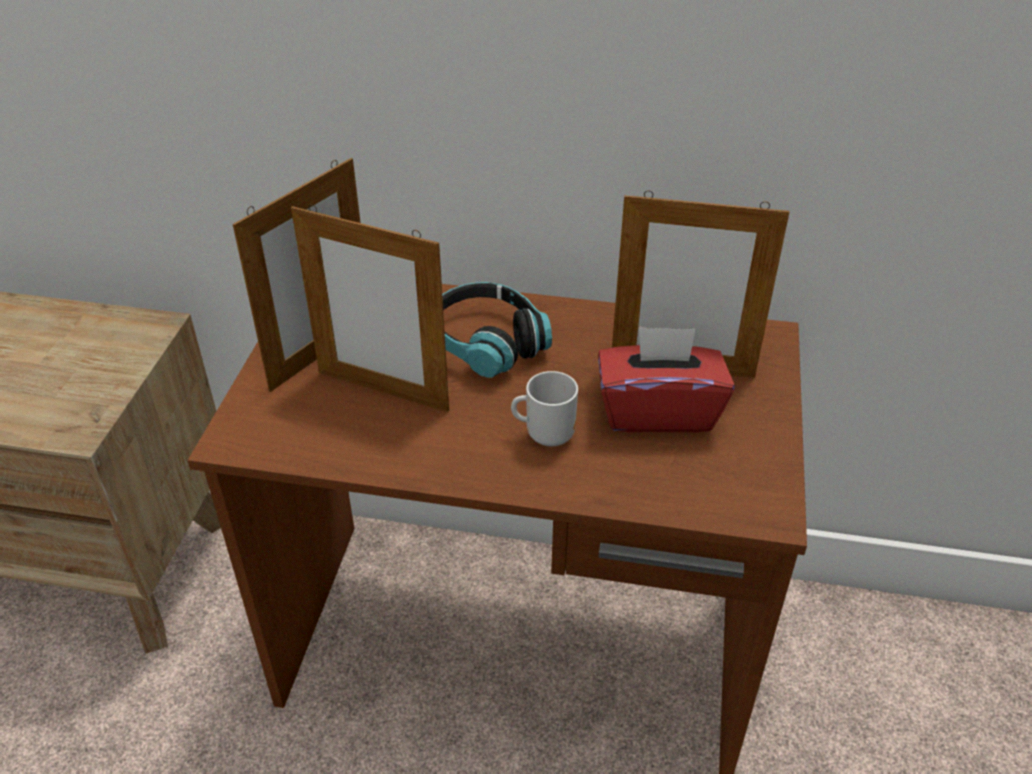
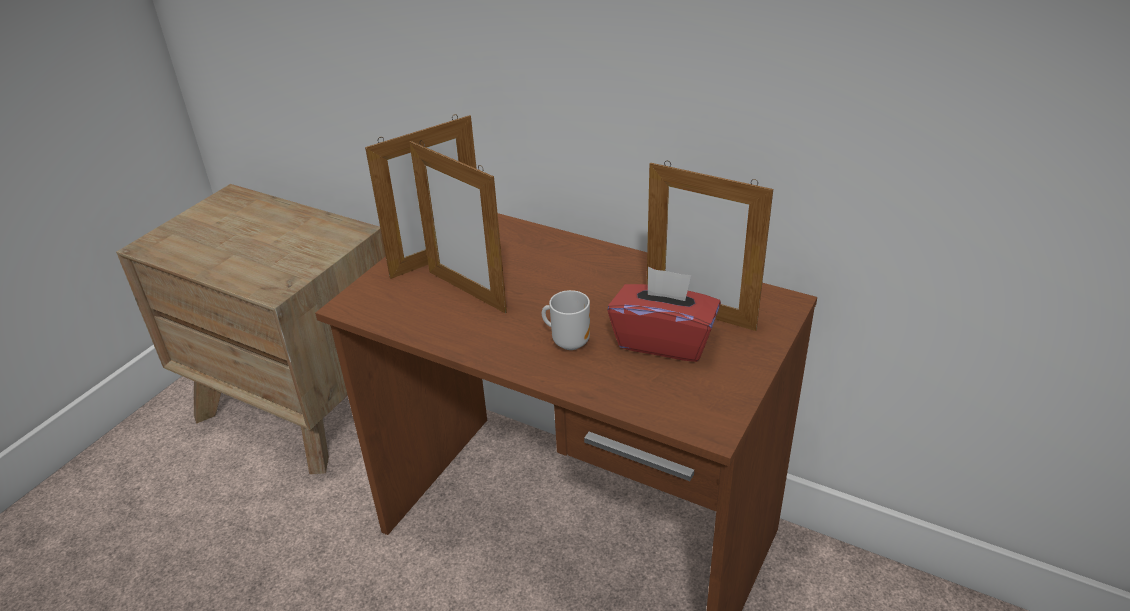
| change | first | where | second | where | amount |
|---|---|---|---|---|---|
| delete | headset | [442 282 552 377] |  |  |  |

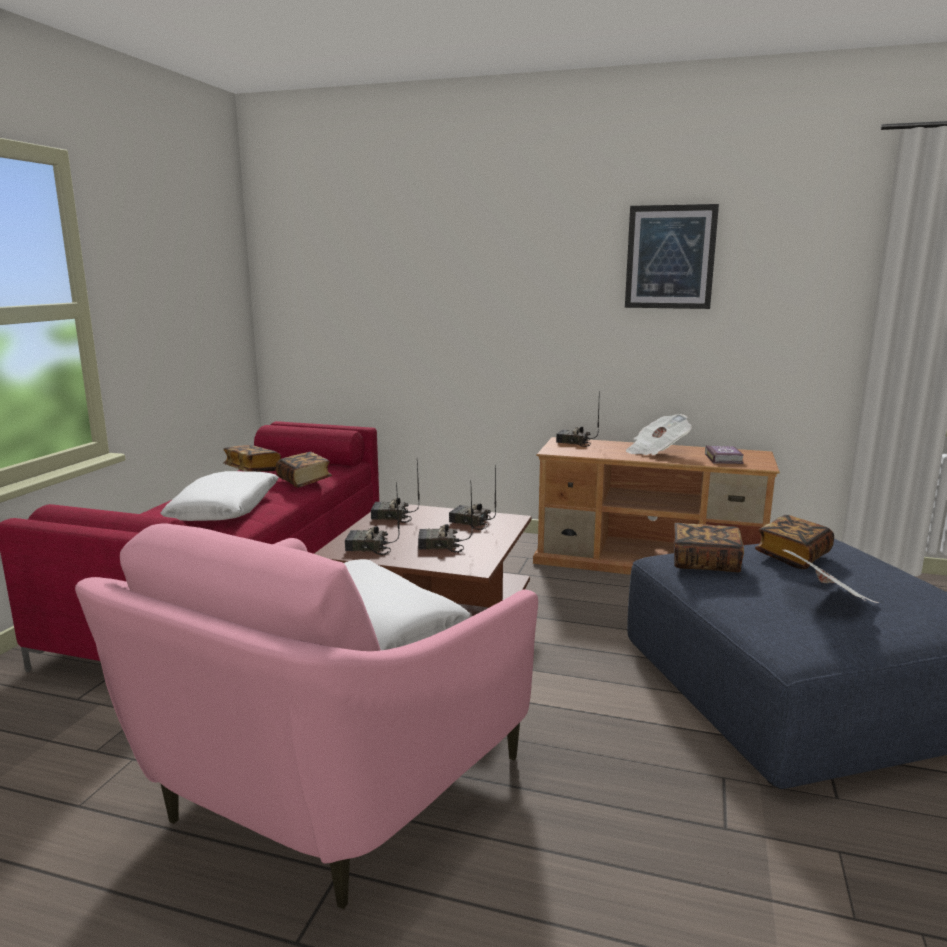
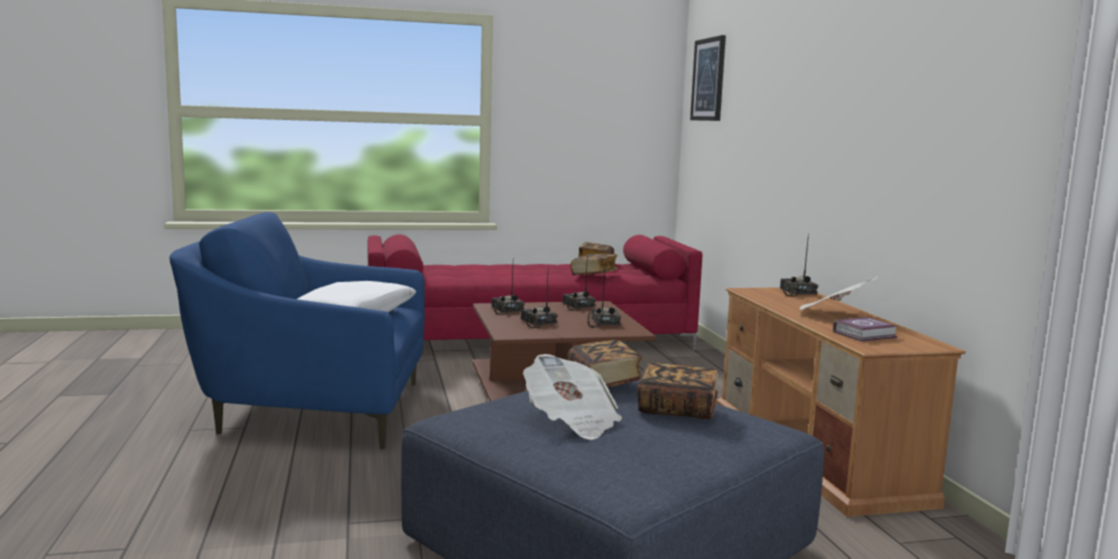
| change | first | where | second | where | amount |
|---|---|---|---|---|---|
| recolor | pinkish lounge chair | [75 523 538 909] | bluish lounge chair | [169 212 425 449] |  |
| move | wall art | [625 204 719 309] |  | [690 35 726 121] |  |
| delete | white-coloured pillow | [160 471 279 521] |  |  |  |

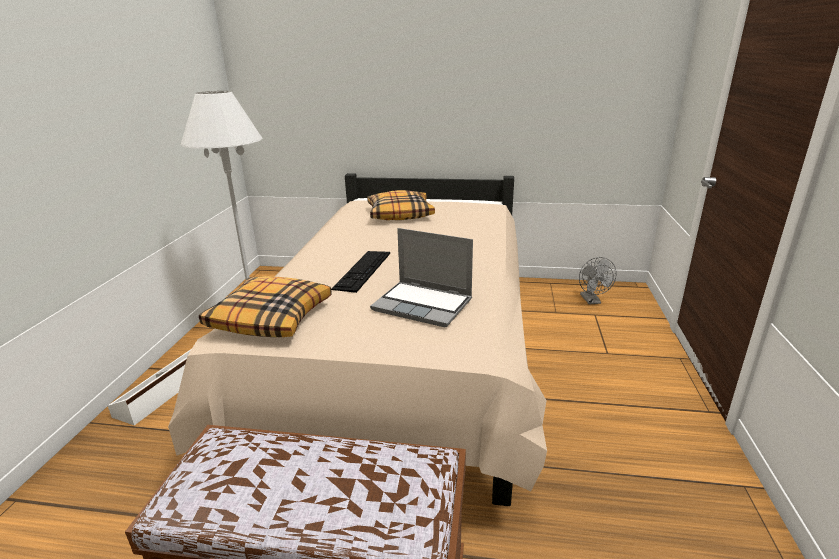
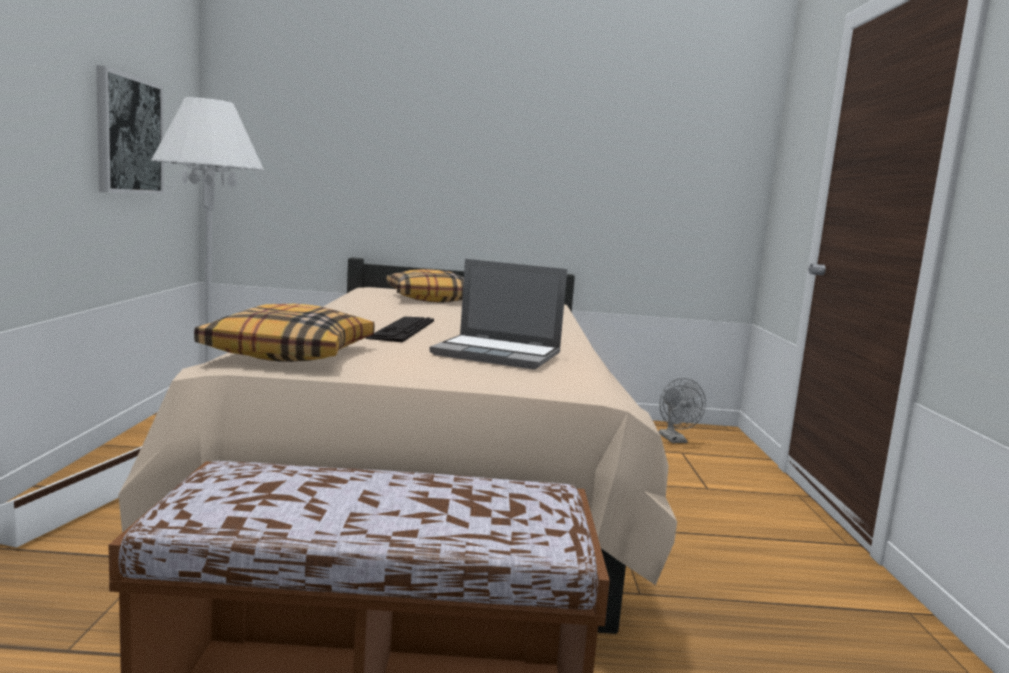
| change | first | where | second | where | amount |
|---|---|---|---|---|---|
| insert |  |  | wall art | [96 65 164 194] |  |

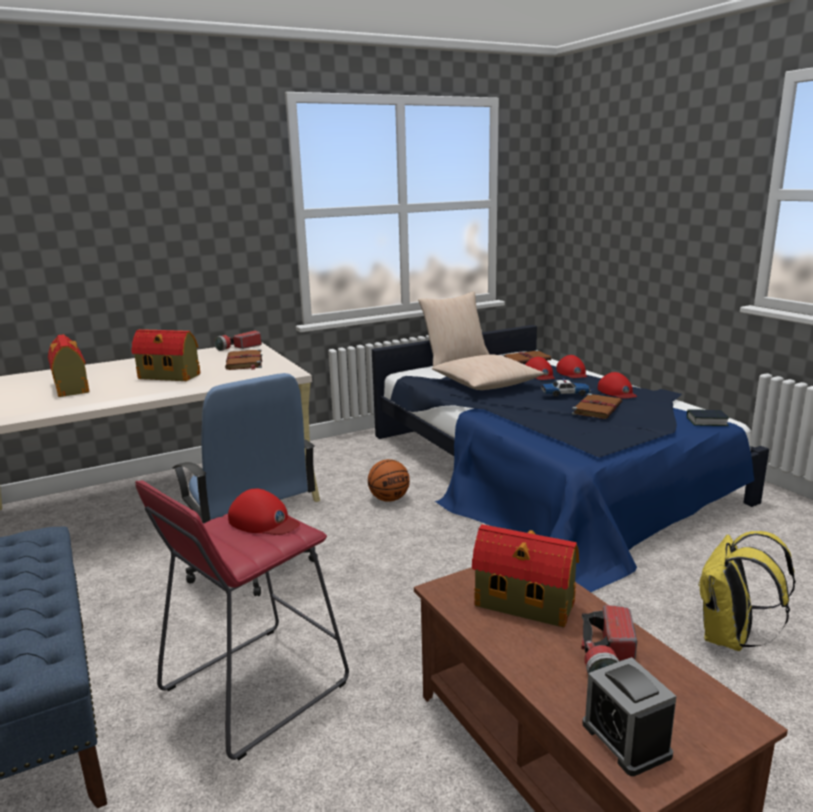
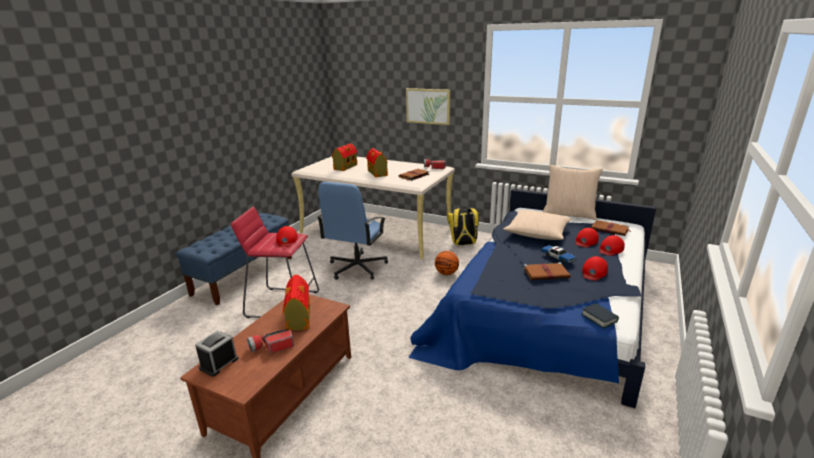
| change | first | where | second | where | amount |
|---|---|---|---|---|---|
| insert |  |  | wall art | [406 88 450 125] |  |
| move | yellowish rucksack | [698 531 796 651] |  | [447 208 479 245] |  |

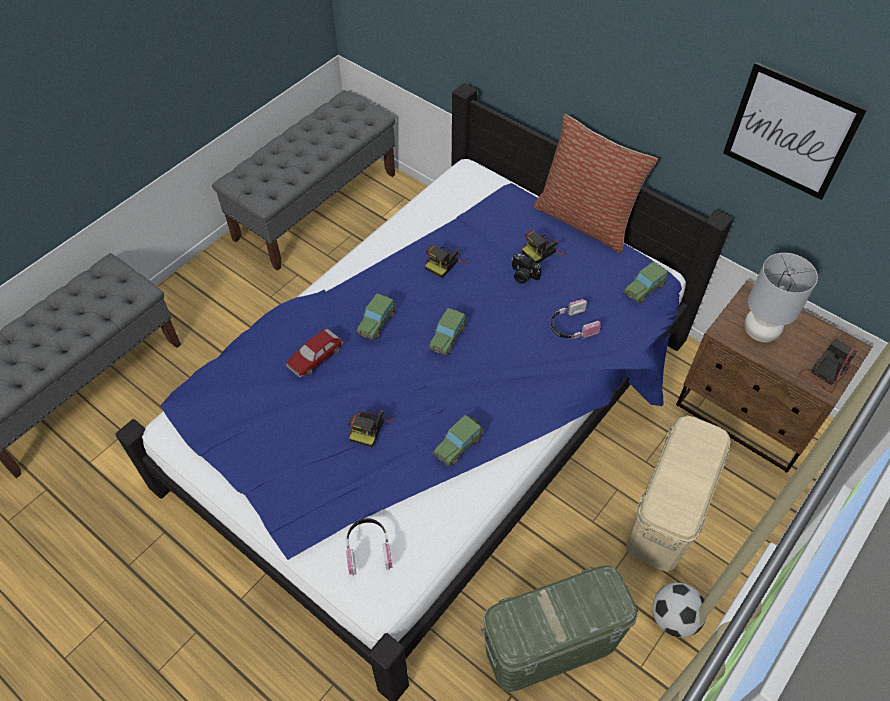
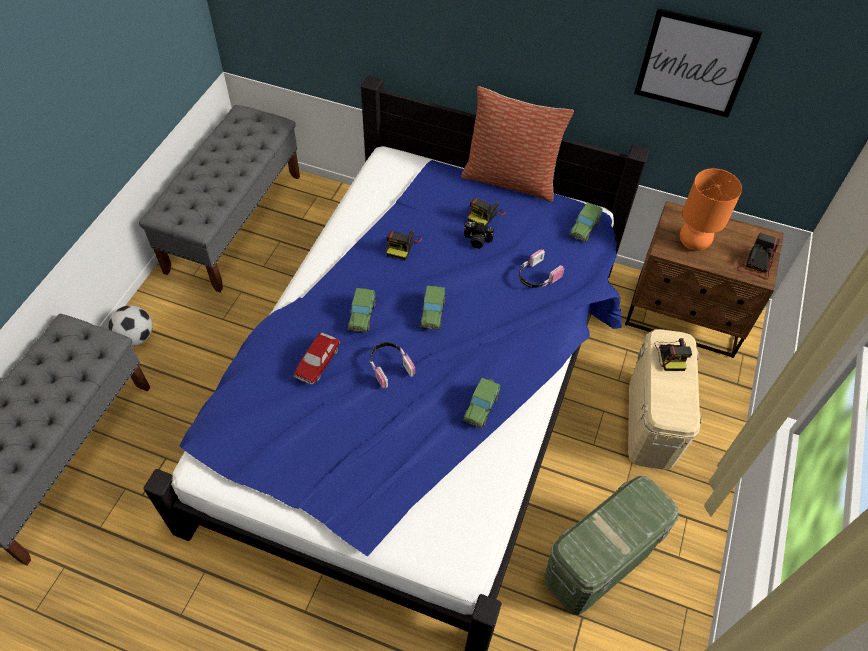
| change | first | where | second | where | amount |
|---|---|---|---|---|---|
| move | football | [652 583 706 638] |  | [108 305 152 346] |  |
| move | headset | [346 518 393 576] |  | [369 342 415 388] |  |
| move | still camera | [348 407 394 447] |  | [655 338 692 371] |  |
| recolor | gray lamp for a table | [744 253 818 342] | orange lamp for a table | [680 168 742 251] |  |

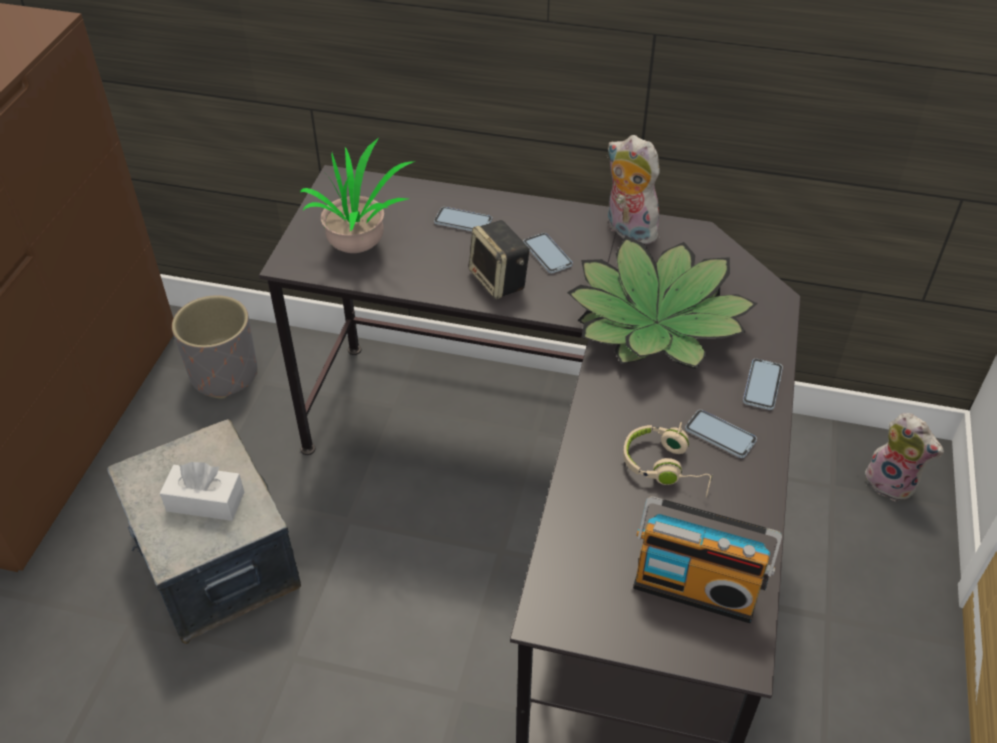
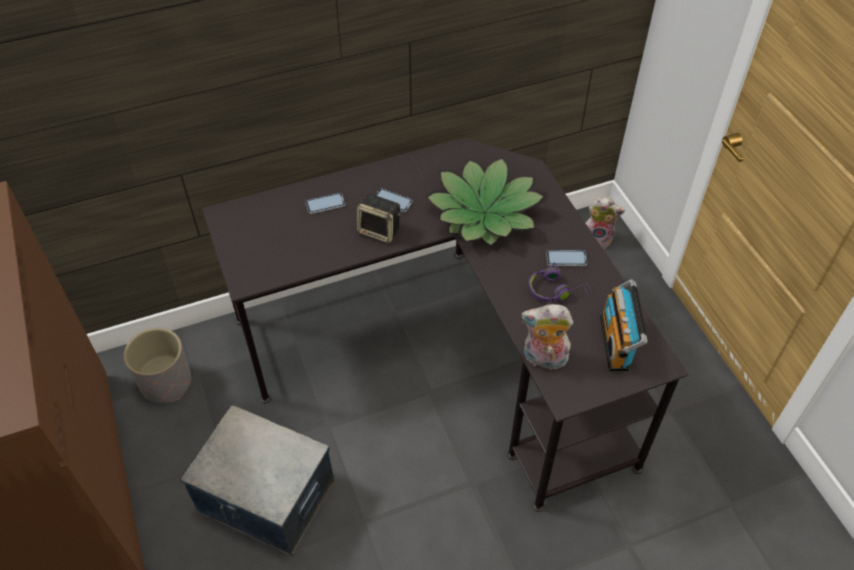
| change | first | where | second | where | amount |
|---|---|---|---|---|---|
| move | plush toy | [607 135 660 244] |  | [521 304 573 369] |  |
| recolor | sand-coloured headset | [623 422 712 498] | purple-coloured headset | [528 262 591 302] |  |
| rotate | radio receiver | [633 496 782 623] |  | [600 279 647 371] | 105 degrees clockwise |
| delete | white-coloured tissue box | [160 462 244 521] |  |  |  |
| delete | plant in a pot | [300 138 415 253] |  |  |  |
| delete | telephone | [743 359 783 410] |  |  |  |

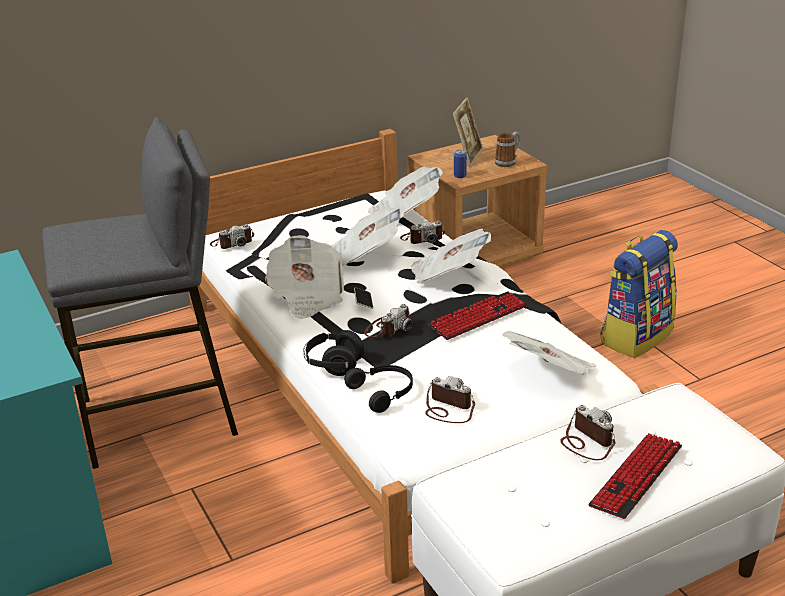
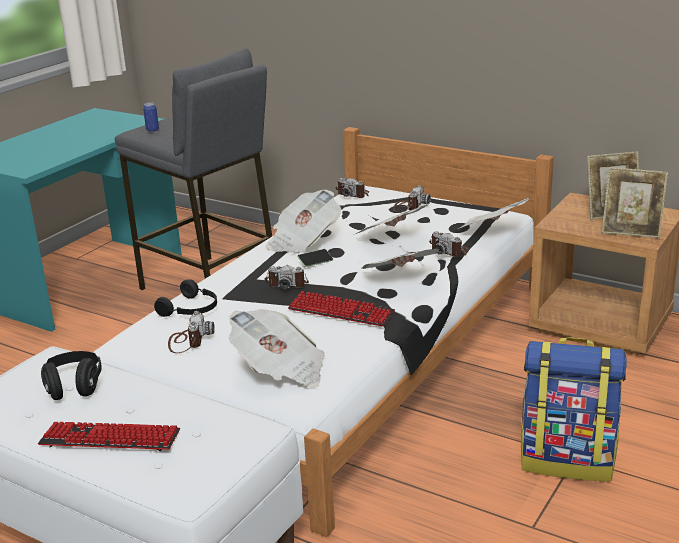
| change | first | where | second | where | amount |
|---|---|---|---|---|---|
| move | blackish headset | [303 330 365 376] |  | [41 351 102 400] |  |
| move | sealed can | [454 149 467 178] |  | [143 103 159 132] |  |
| move | still camera | [560 405 615 460] |  | [393 185 431 212] |  |
| replace | coffee mug | [495 132 521 167] | standing frame | [602 167 668 238] |  |

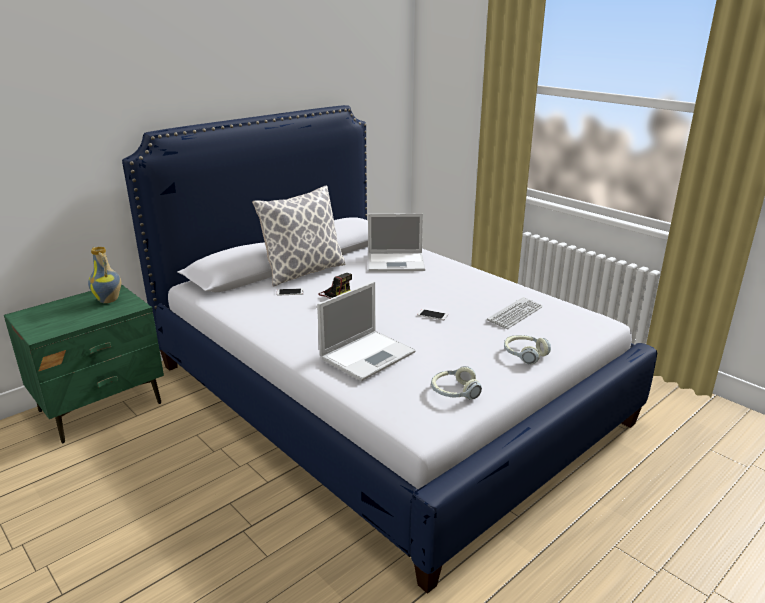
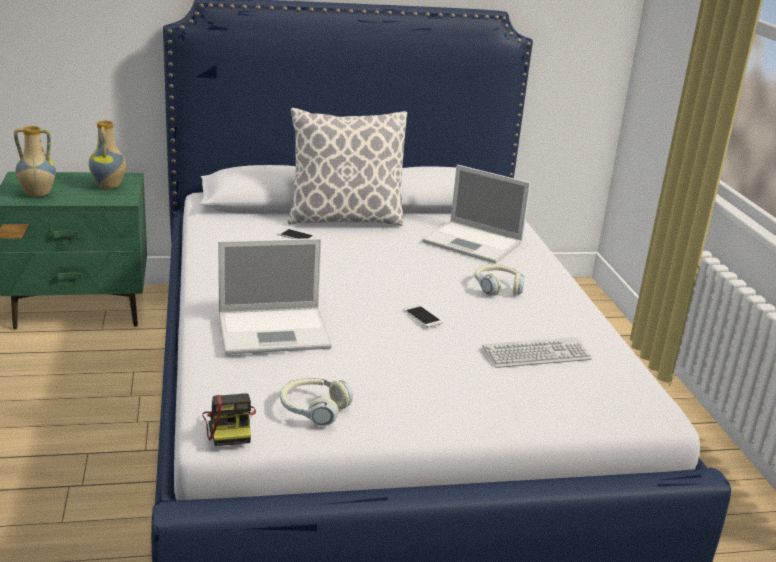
| change | first | where | second | where | amount |
|---|---|---|---|---|---|
| insert |  |  | decorative vase | [14 126 56 197] |  |
| move | still camera | [318 273 352 299] |  | [203 393 256 446] |  |
| move | headset | [504 335 551 364] |  | [475 264 525 296] |  |

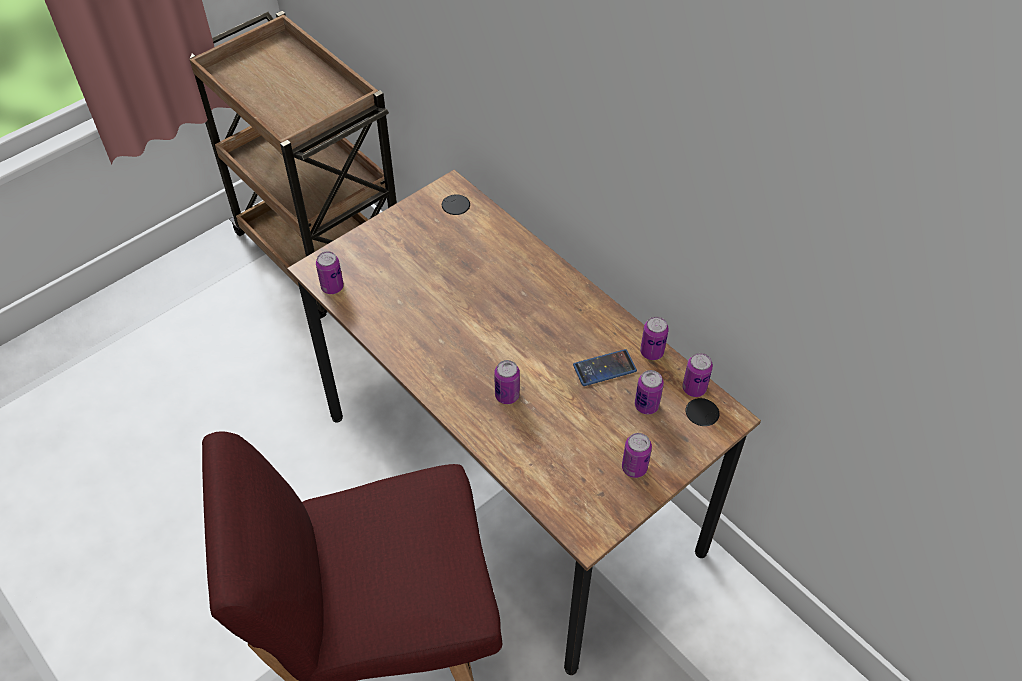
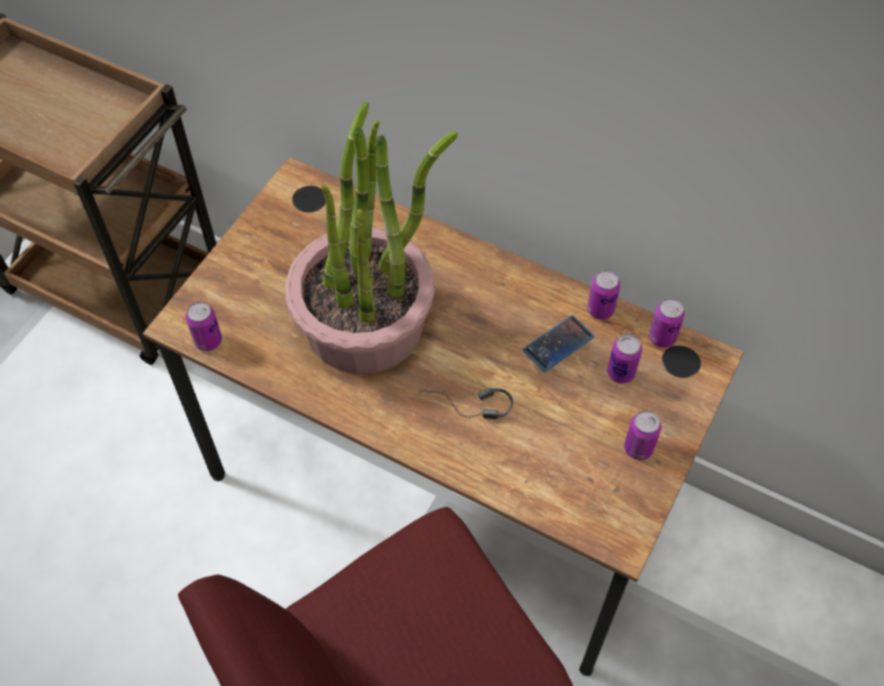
| change | first | where | second | where | amount |
|---|---|---|---|---|---|
| insert |  |  | plant in a pot | [285 102 458 374] |  |
| replace | sealed can | [494 360 520 404] | headset | [418 388 513 419] |  |

